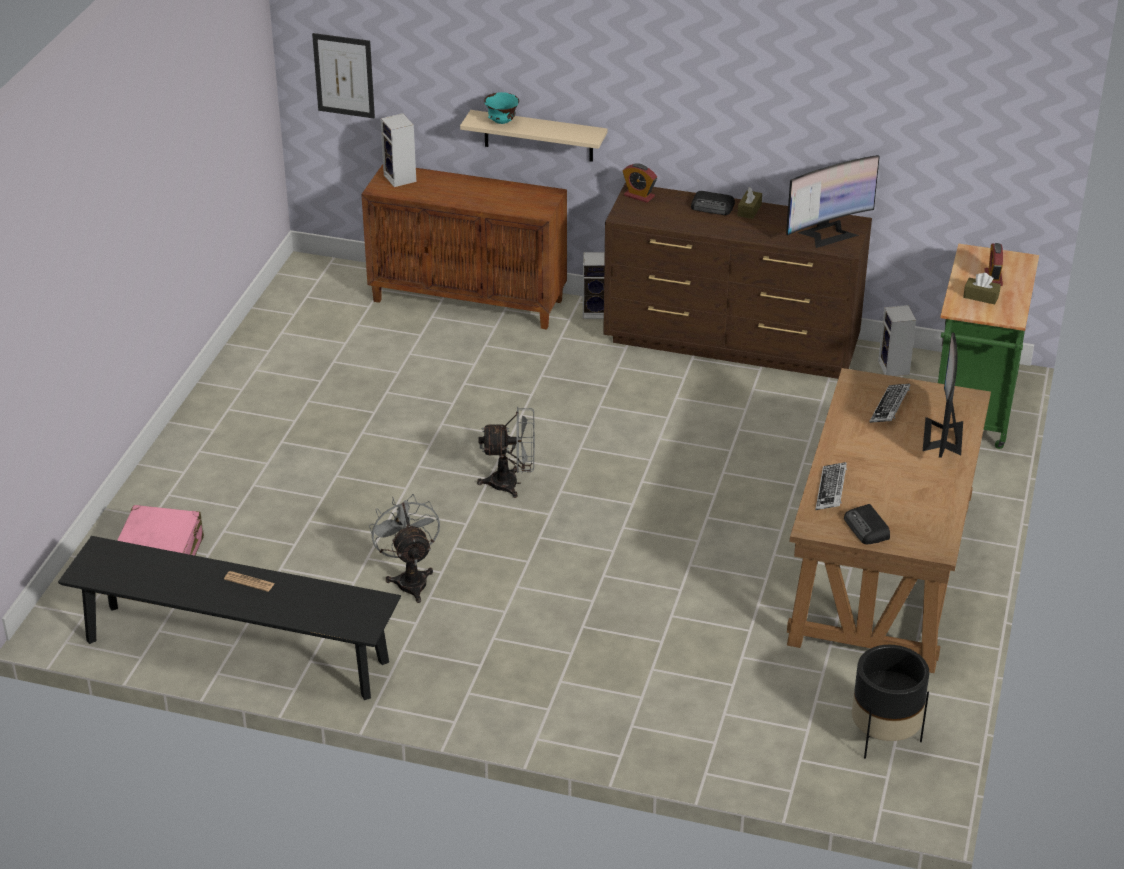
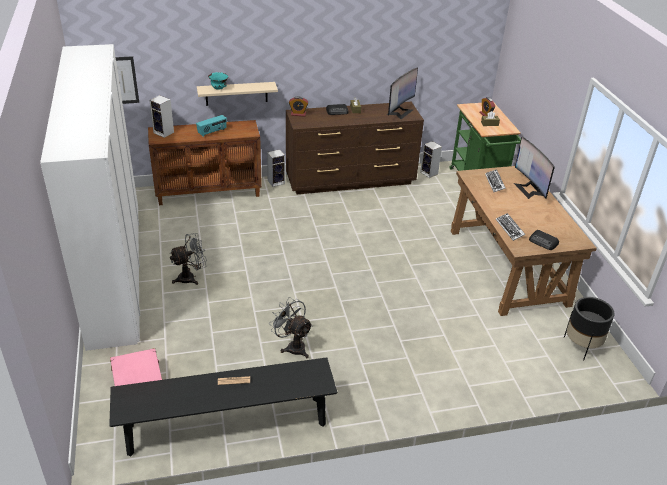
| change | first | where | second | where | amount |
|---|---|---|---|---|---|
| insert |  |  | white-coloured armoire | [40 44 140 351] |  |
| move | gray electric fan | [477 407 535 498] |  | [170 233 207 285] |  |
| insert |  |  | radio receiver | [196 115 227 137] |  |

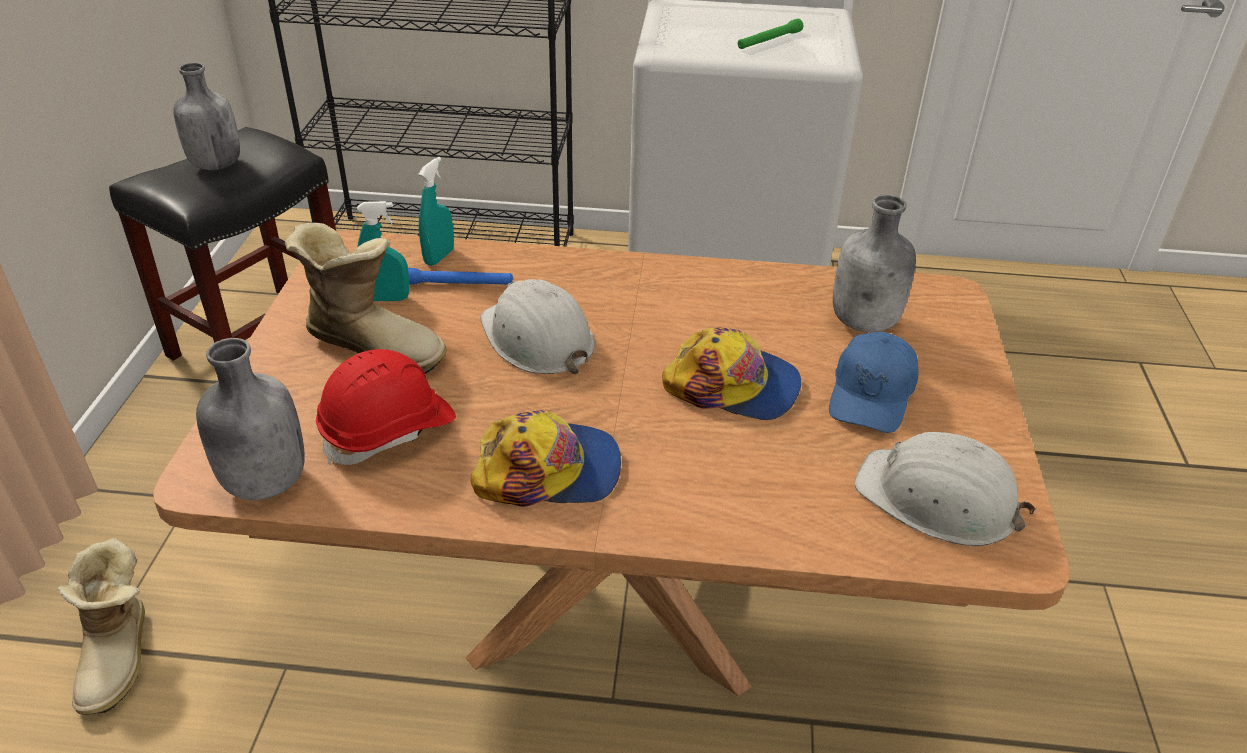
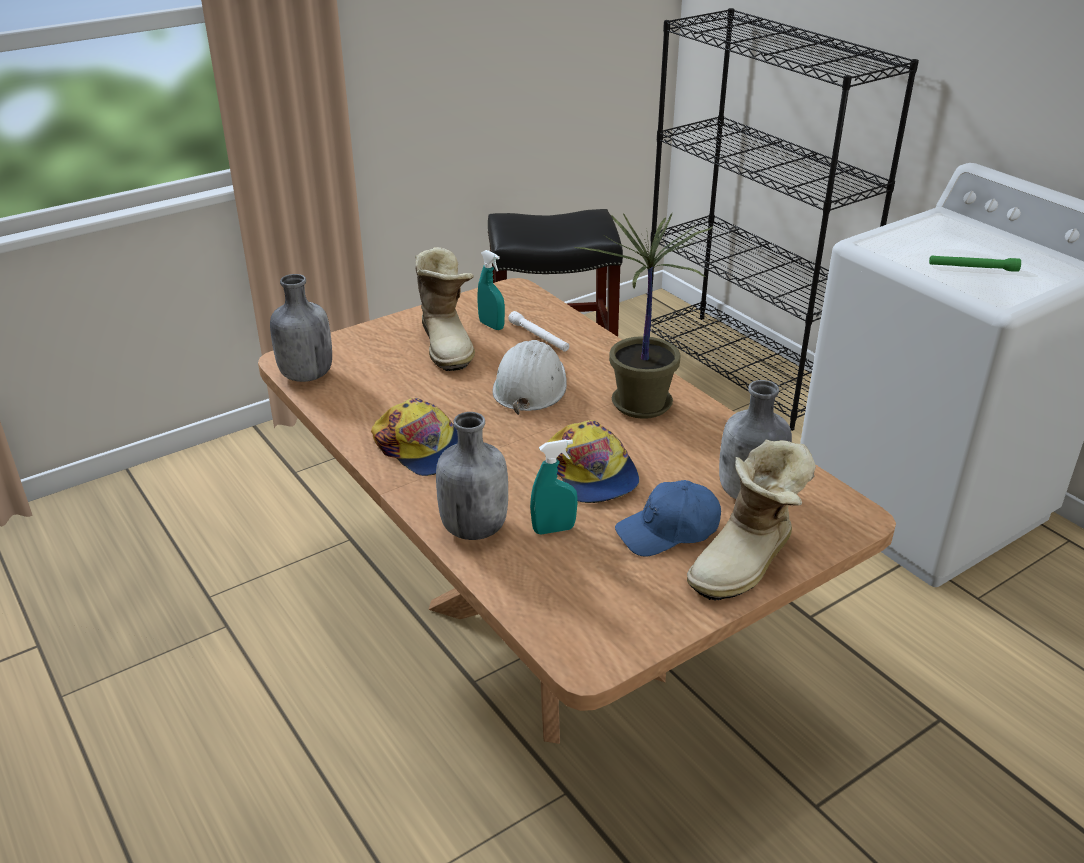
| change | first | where | second | where | amount |
|---|---|---|---|---|---|
| move | gray bottle | [173 63 240 170] |  | [436 412 508 540] |  |
| recolor | bluish hand torch | [408 268 513 285] | white-coloured hand torch | [508 311 569 352] |  |
| move | turquoise spray bottle | [418 157 454 266] |  | [530 439 578 535] |  |
| insert |  |  | plant in a pot | [573 213 713 419] |  |
| move | boot | [58 538 145 715] |  | [687 439 816 601] |  |
| delete | red-coloured hard hat | [316 349 456 465] |  |  |  |
| delete | white-coloured hard hat | [855 432 1035 546] |  |  |  |

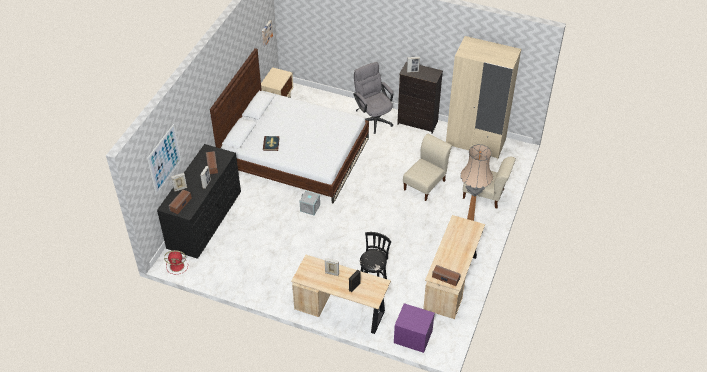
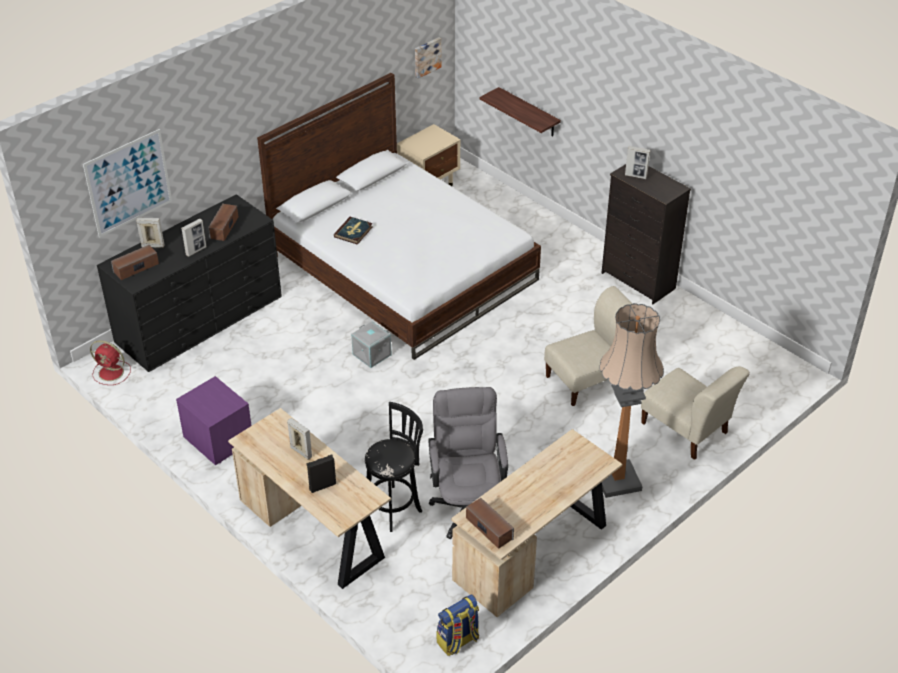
| change | first | where | second | where | amount |
|---|---|---|---|---|---|
| move | purple-coloured nightstand | [394 303 435 353] |  | [176 376 252 465] |  |
| move | gray desk chair | [353 62 393 134] |  | [428 387 508 539] |  |
| insert |  |  | rucksack | [436 595 479 656] |  |
| insert |  |  | shelf | [479 87 561 136] |  |
| delete | sand-coloured armoire | [446 36 521 159] |  |  |  |

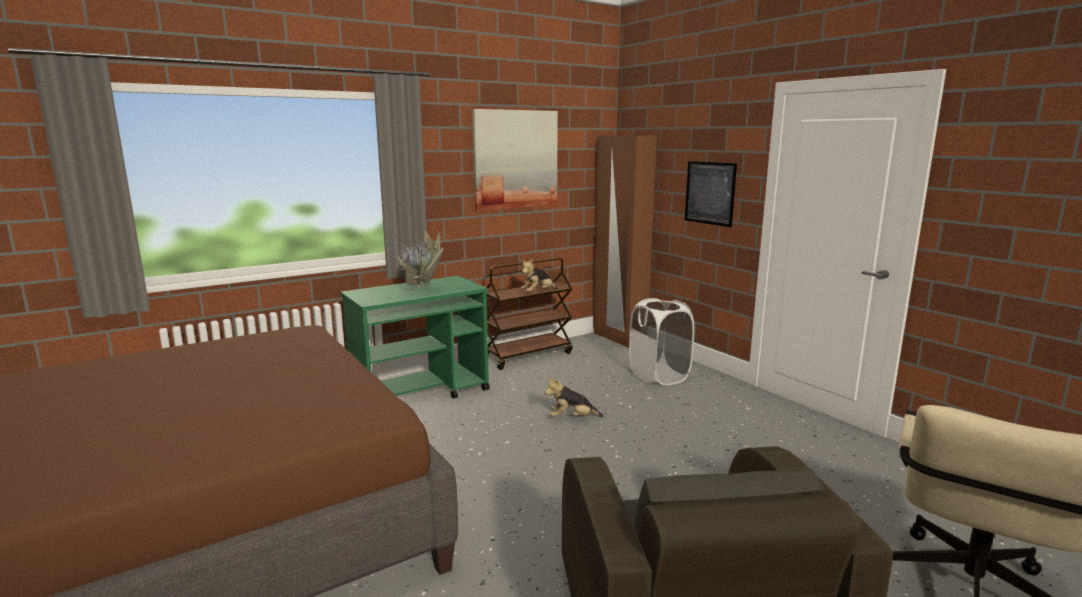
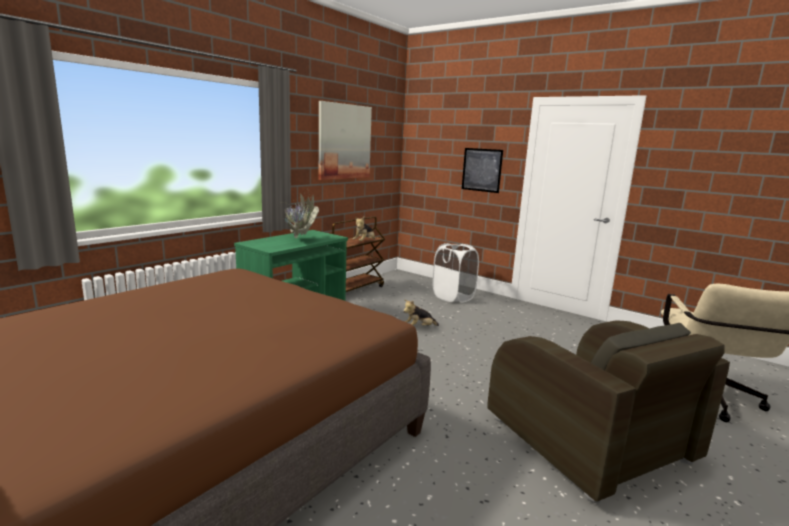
| change | first | where | second | where | amount |
|---|---|---|---|---|---|
| delete | brownish armoire | [593 136 657 348] |  |  |  |

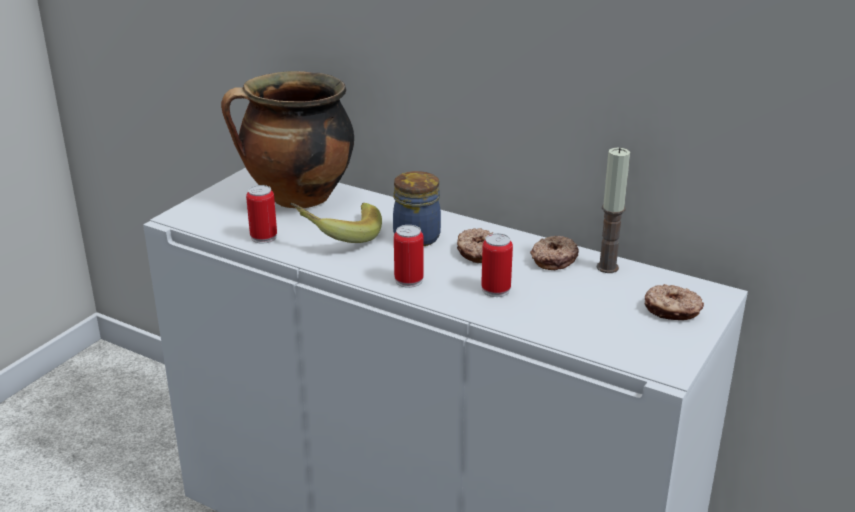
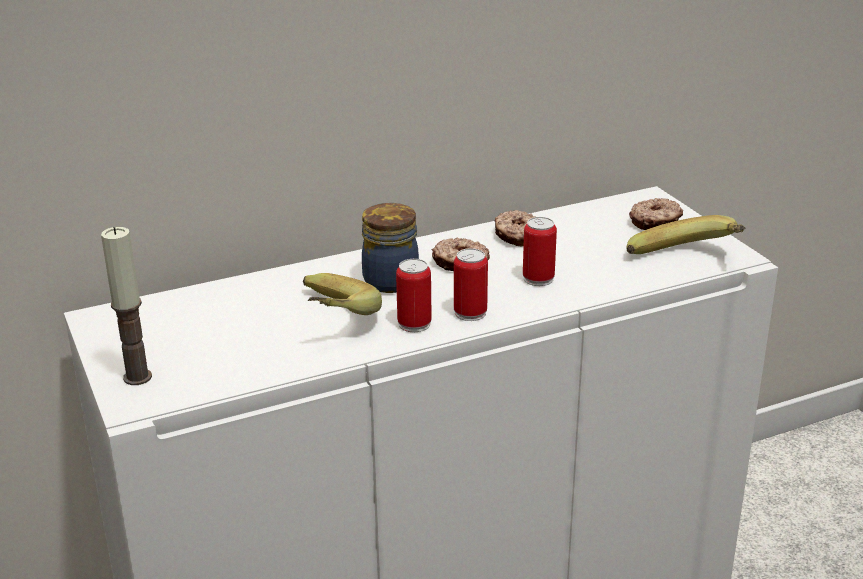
| change | first | where | second | where | amount |
|---|---|---|---|---|---|
| move | wax light | [597 147 630 273] |  | [101 227 152 385] |  |
| move | sealed can | [246 185 277 244] |  | [396 259 432 332] |  |
| insert |  |  | whole banana | [626 215 746 254] |  |
| delete | stockpot | [221 71 354 208] |  |  |  |

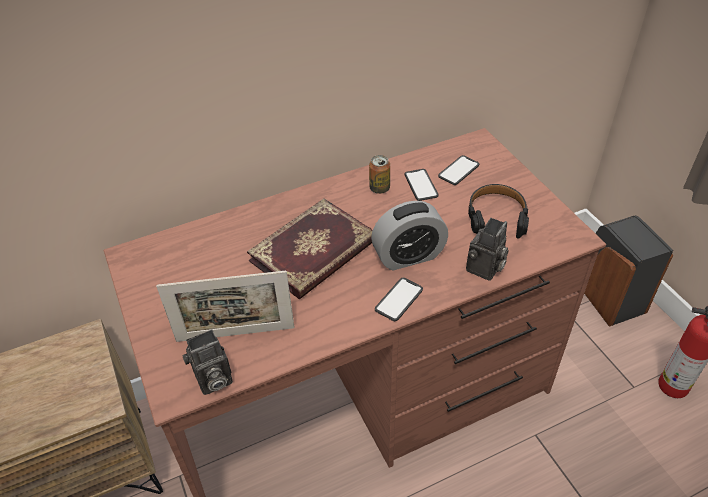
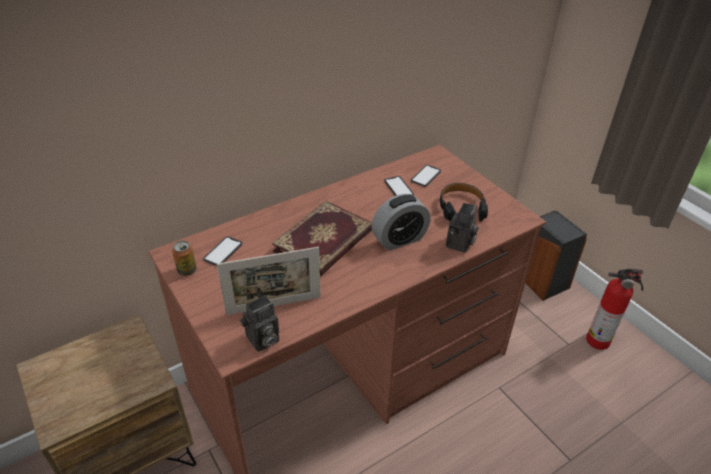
| change | first | where | second | where | amount |
|---|---|---|---|---|---|
| move | sealed can | [369 155 390 194] |  | [172 241 197 276] |  |
| move | telephone | [375 278 423 321] |  | [203 236 242 266] |  |

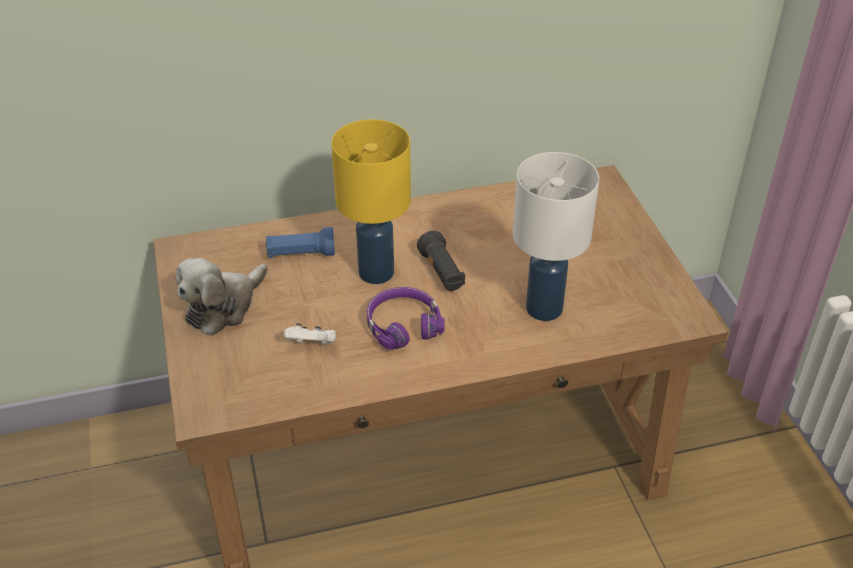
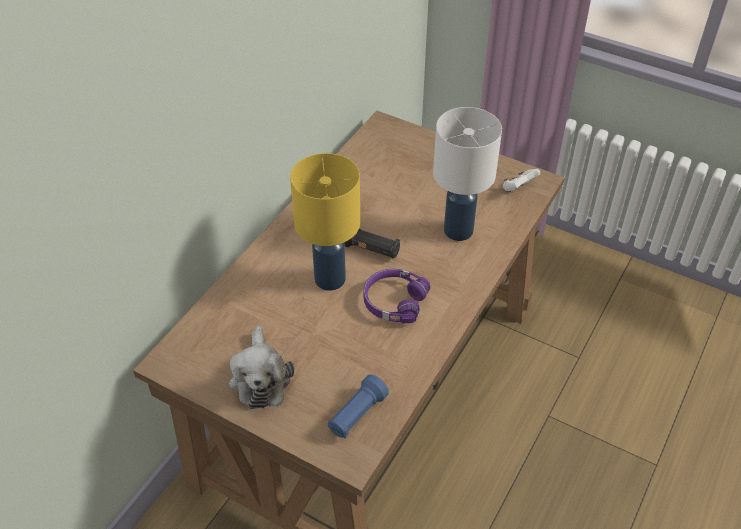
| change | first | where | second | where | amount |
|---|---|---|---|---|---|
| move | bluish hand torch | [266 227 335 258] |  | [328 375 389 439] |  |
| move | white-coloured gamepad | [284 323 336 346] |  | [503 169 540 192] |  |

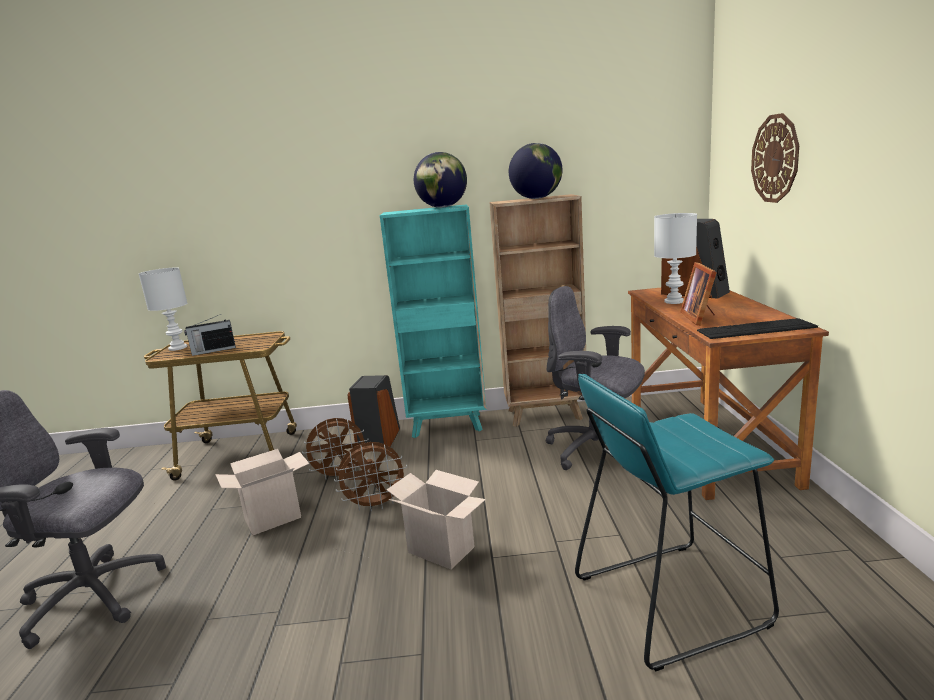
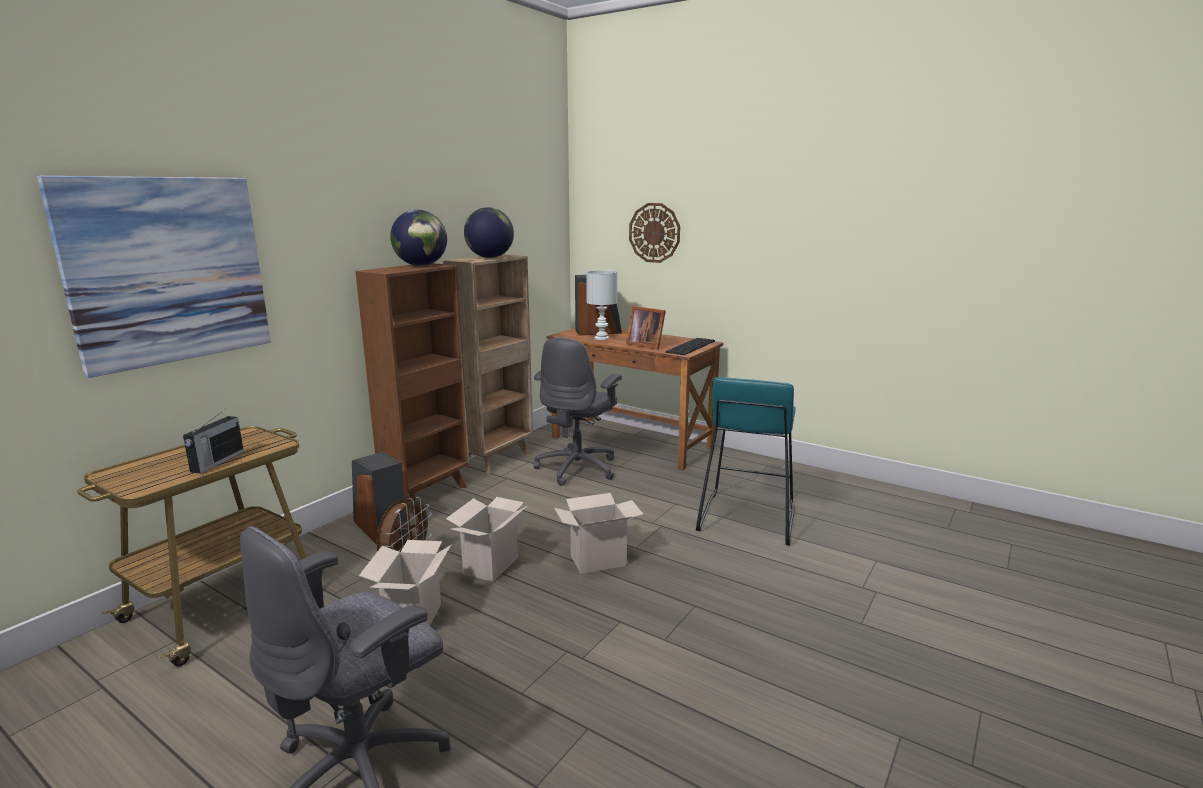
| change | first | where | second | where | amount |
|---|---|---|---|---|---|
| insert |  |  | wall art | [37 176 271 378] |  |
| recolor | turquoise bookcase | [380 204 486 438] | brownish bookcase | [355 263 470 513] |  |
| replace | brownish electric fan | [334 442 407 512] | packing box | [446 497 528 582] |  |
| rotate | gray desk chair | [546 286 645 470] |  | [533 337 622 486] | 45 degrees counterclockwise |
| delete | white-coloured lamp for a table | [139 267 187 351] |  |  |  |

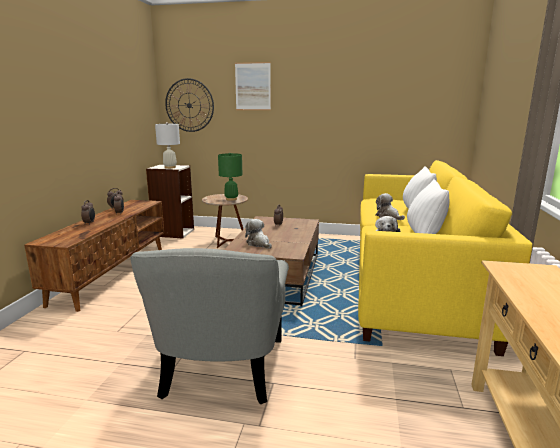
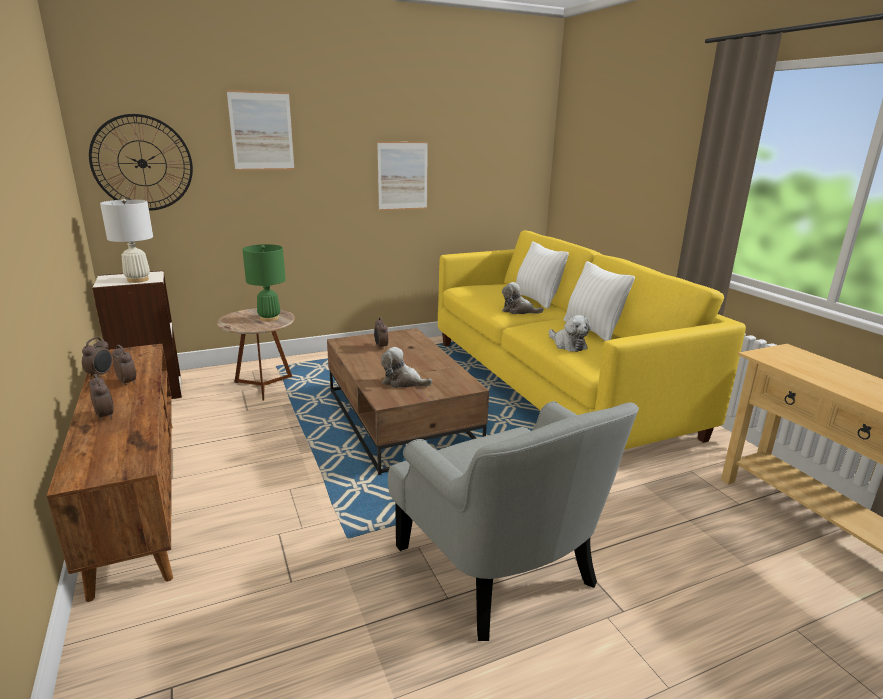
| change | first | where | second | where | amount |
|---|---|---|---|---|---|
| insert |  |  | wall art | [377 141 428 211] |  |

